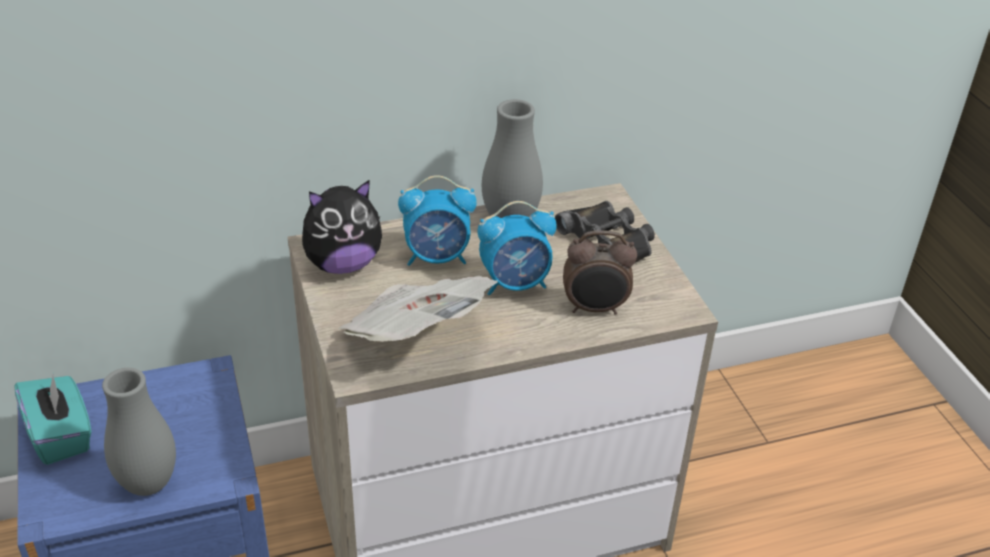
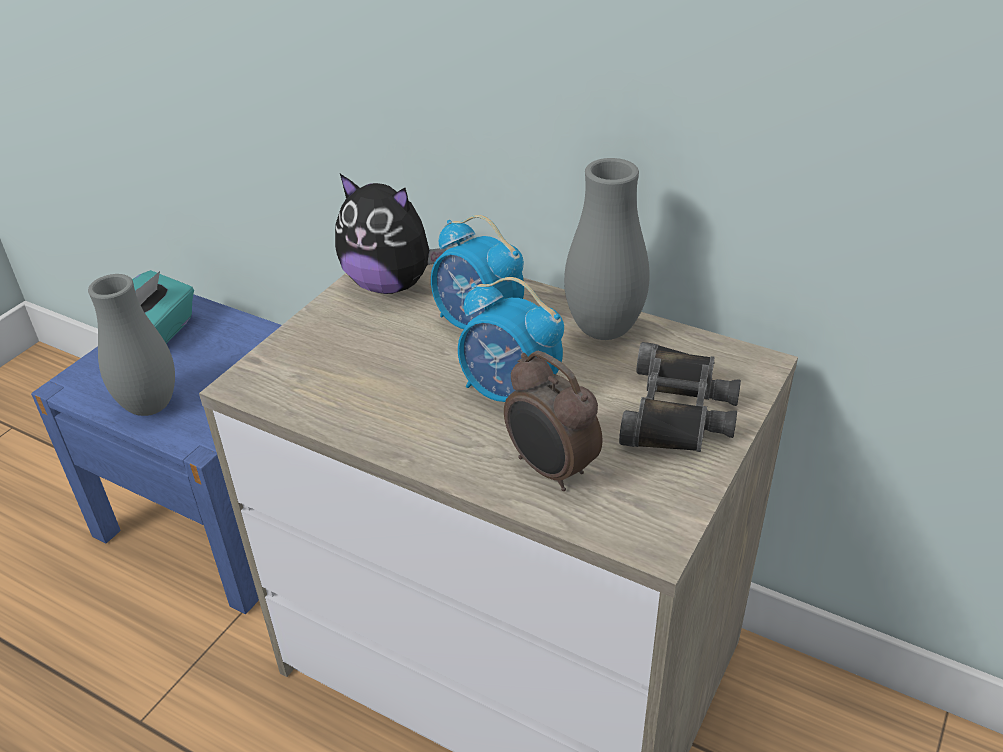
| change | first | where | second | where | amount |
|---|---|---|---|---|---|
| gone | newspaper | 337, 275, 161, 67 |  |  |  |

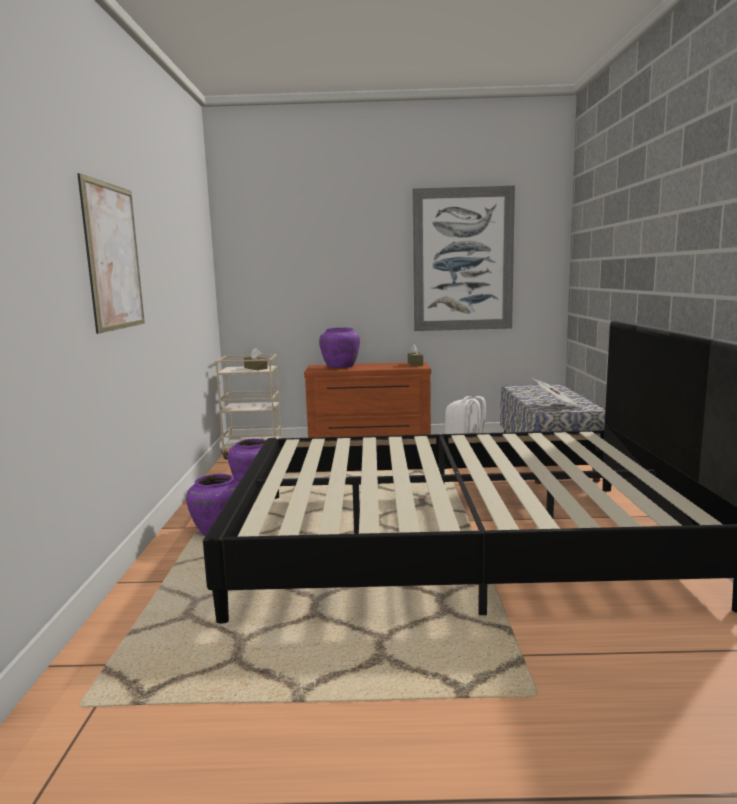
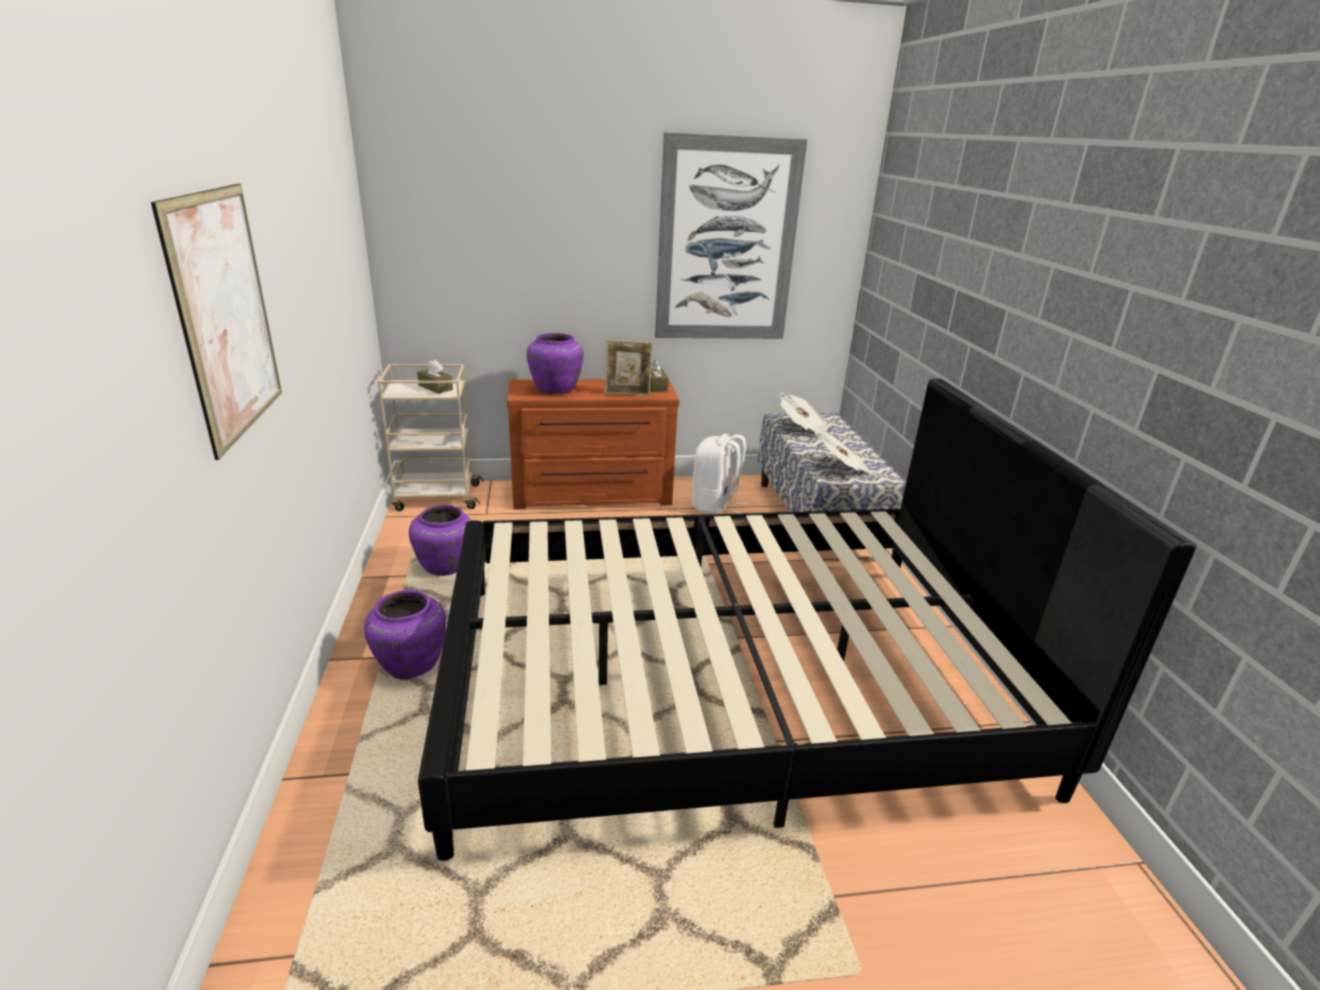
| change | first | where | second | where | amount |
|---|---|---|---|---|---|
| new |  |  | photo frame | 605, 340, 48, 56 |  |
| new |  |  | newspaper | 779, 393, 48, 40 |  |

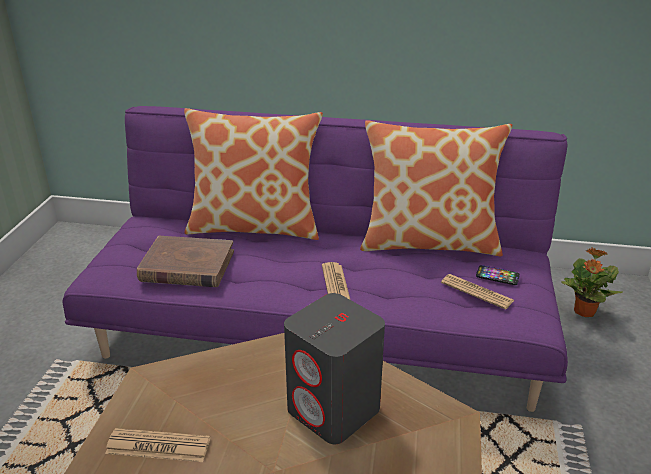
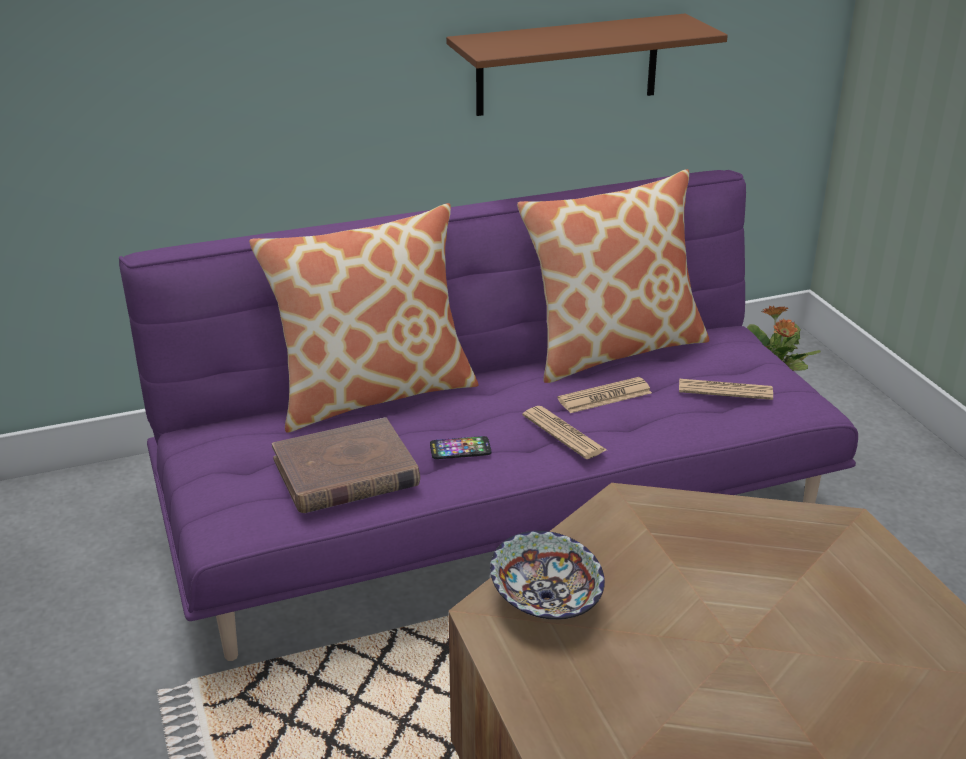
| change | first | where | second | where | amount |
|---|---|---|---|---|---|
| shifted | newspaper | 105, 428, 105, 34 |  | 558, 377, 94, 36 |  |
| gone | gray speaker | 284, 293, 101, 151 |  |  |  |
| shifted | phone | 476, 265, 44, 20 |  | 430, 436, 61, 23 |  |
| new |  |  | brown-coloured shelf | 446, 14, 282, 102 |  |
| new |  |  | bowl | 490, 531, 115, 89 |  |

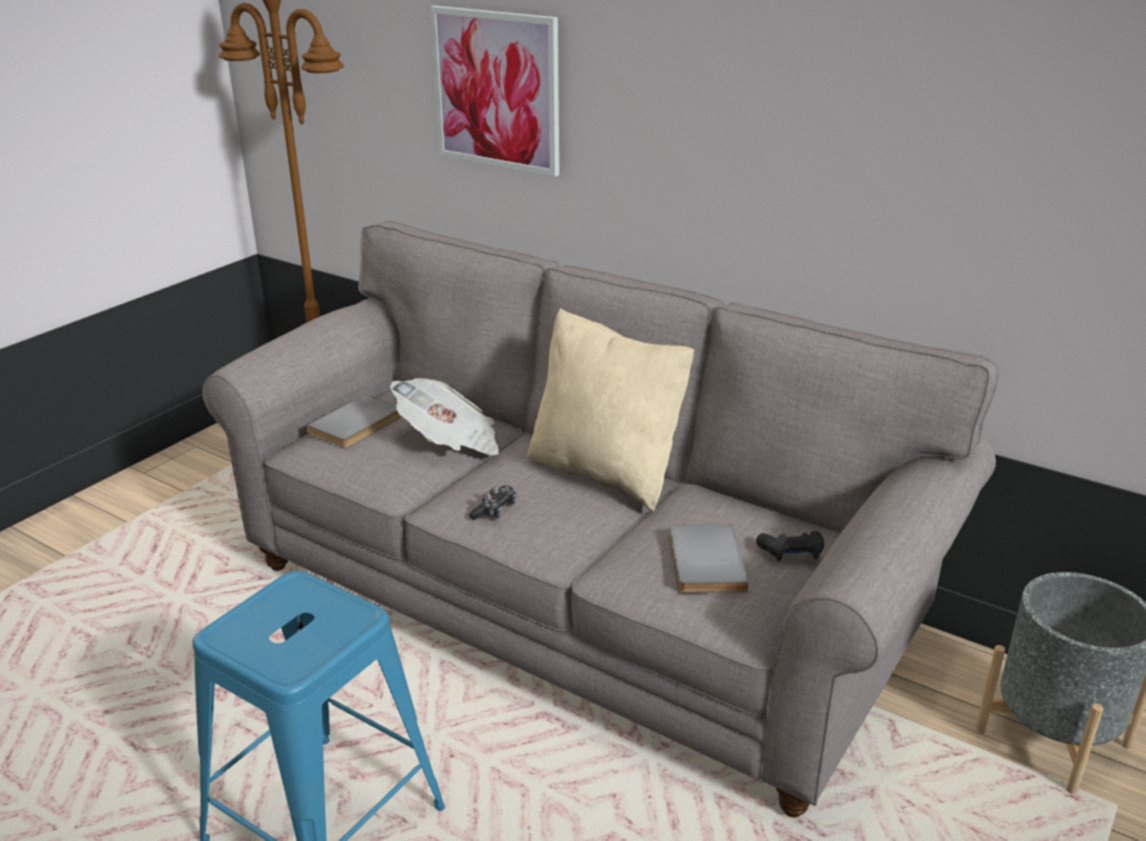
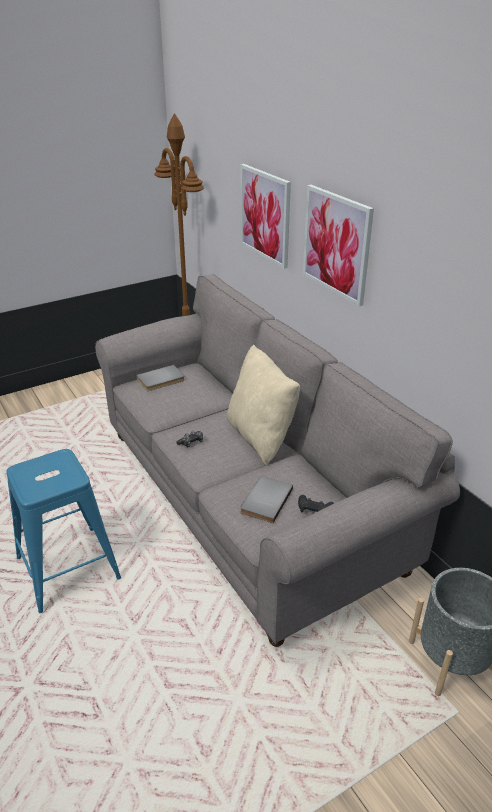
| change | first | where | second | where | amount |
|---|---|---|---|---|---|
| gone | newspaper | 390, 378, 109, 77 |  |  |  |
| new |  |  | picture | 303, 185, 71, 121 |  |

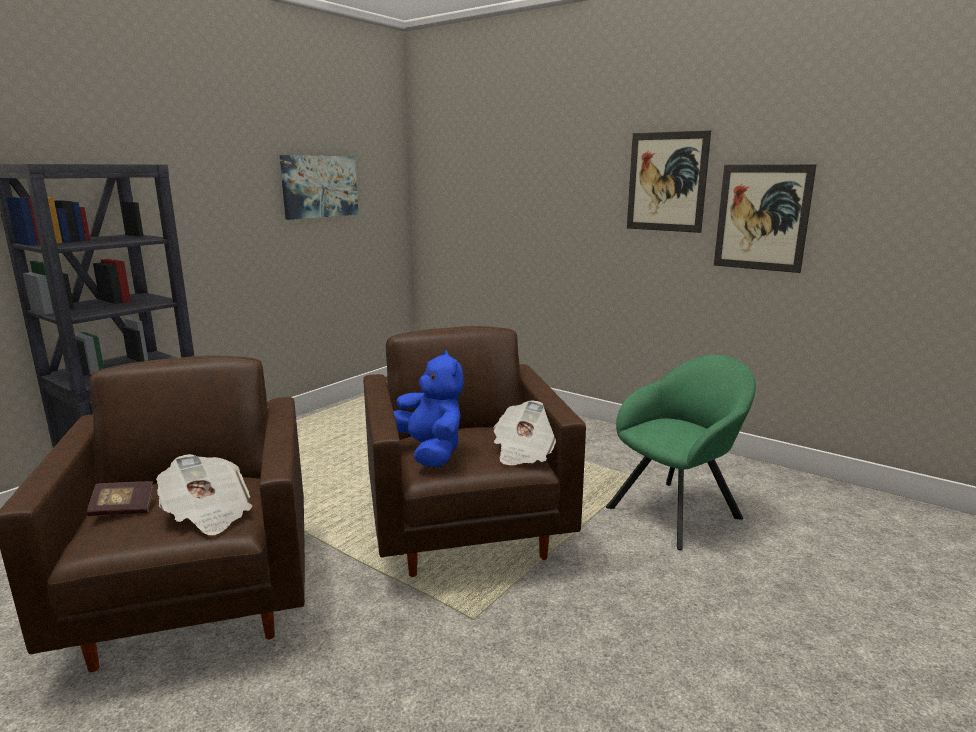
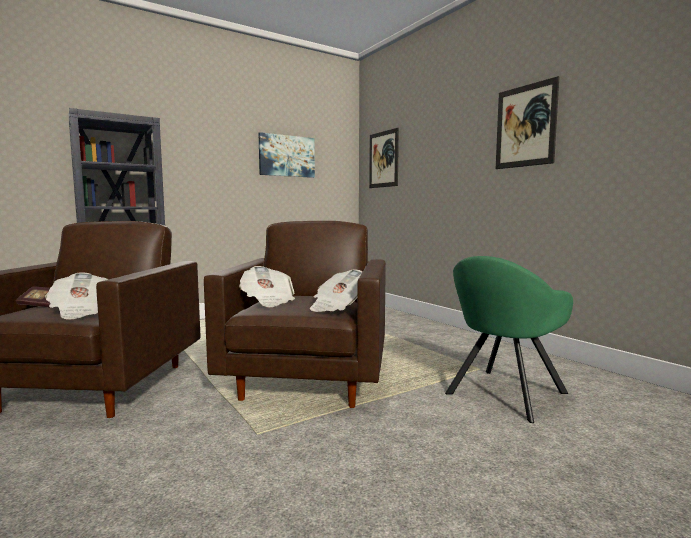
| change | first | where | second | where | amount |
|---|---|---|---|---|---|
| swapped | blue-coloured cuddly toy | 393, 350, 71, 117 | newspaper | 239, 266, 56, 41 |  |
| rotated | greenish armchair | 606, 355, 150, 195 |  | 445, 256, 128, 167 | 150 degrees clockwise |
| shifted | picture | 714, 164, 103, 109 |  | 369, 128, 30, 60 |  |

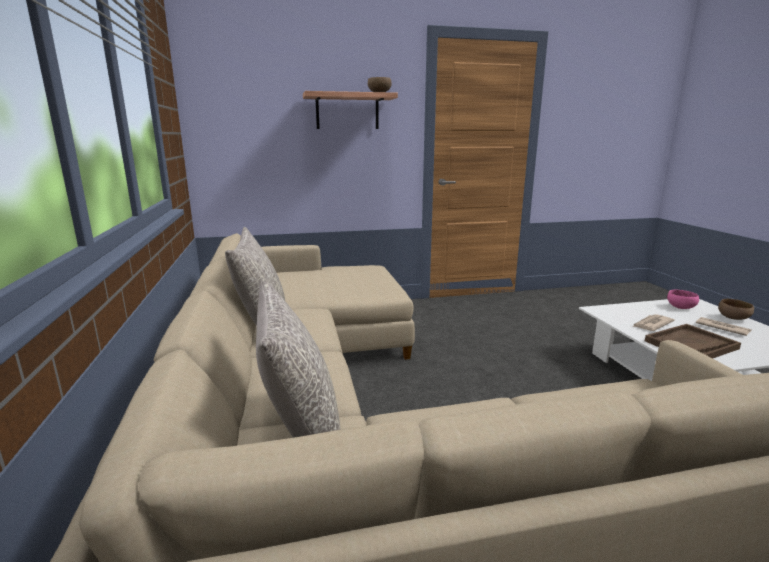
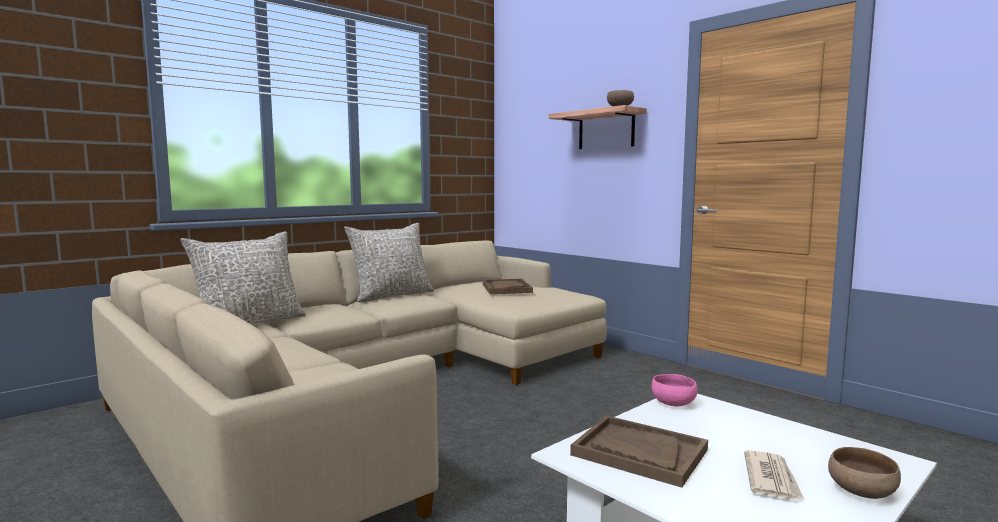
| change | first | where | second | where | amount |
|---|---|---|---|---|---|
| gone | newspaper | 632, 314, 43, 17 |  |  |  |
| shifted | pink bowl | 667, 290, 32, 19 |  | 652, 374, 46, 32 |  |
| new |  |  | brown-coloured tray | 483, 279, 50, 15 |  |

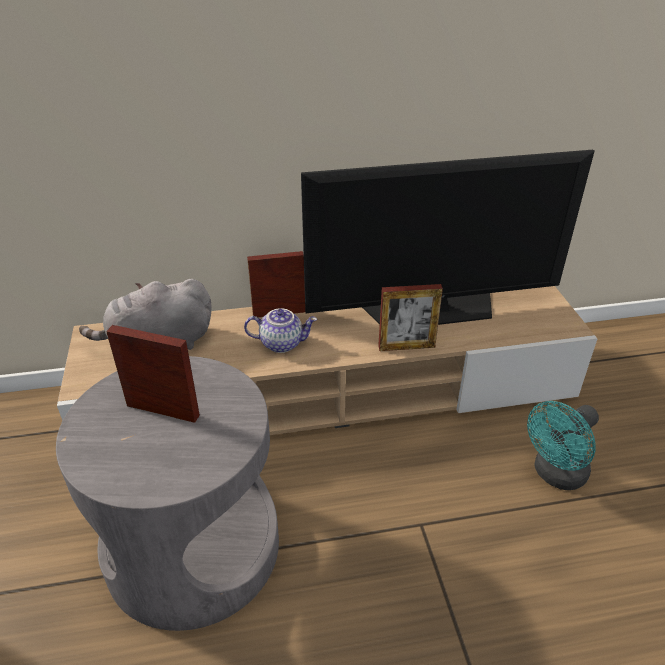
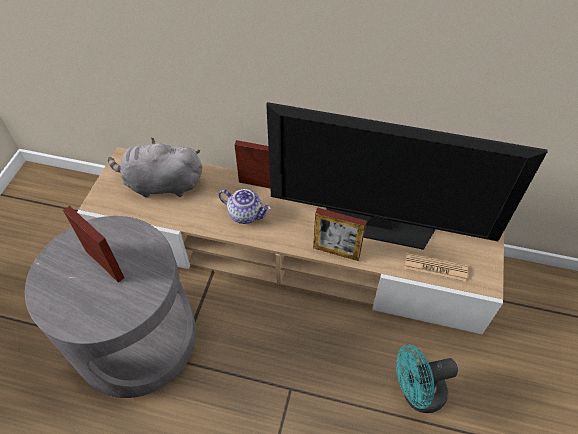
| change | first | where | second | where | amount |
|---|---|---|---|---|---|
| new |  |  | newspaper | 404, 253, 64, 29 |  |

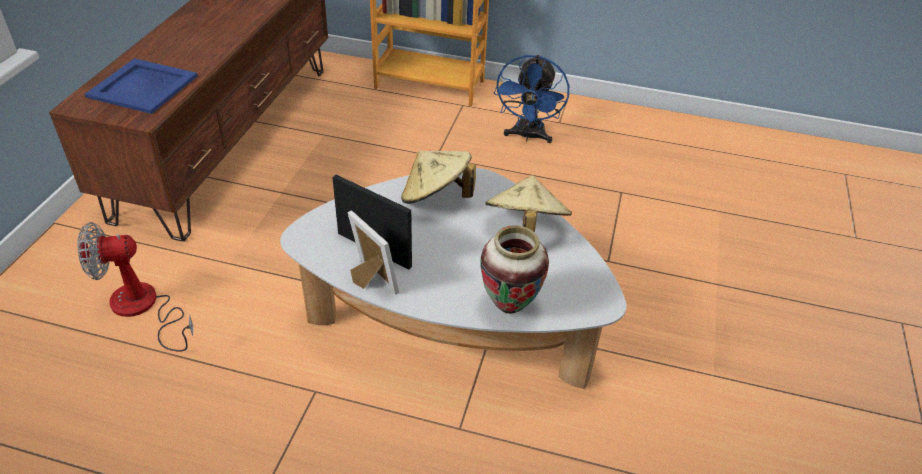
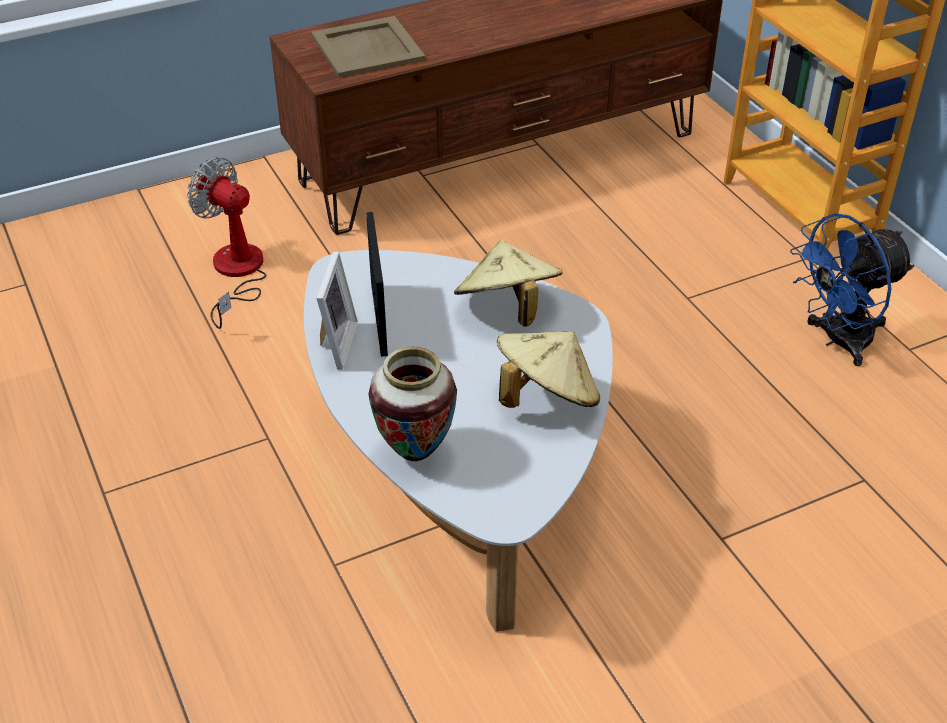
| change | first | where | second | where | amount |
|---|---|---|---|---|---|
| repainted | blue-coloured tray | 85, 58, 113, 56 | beige tray | 311, 16, 114, 61 |  |

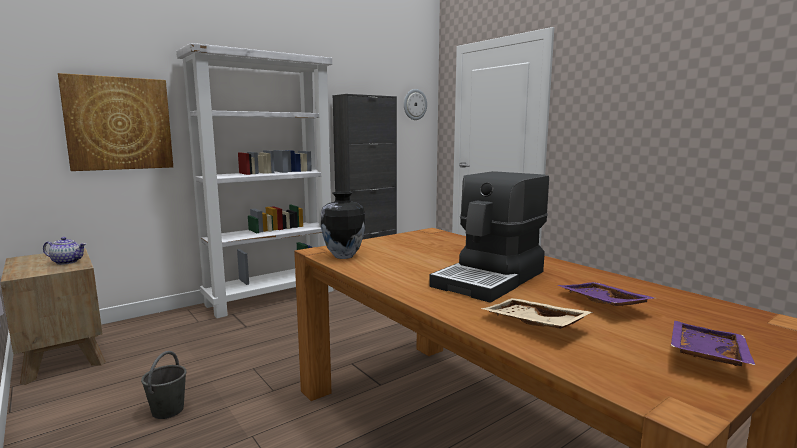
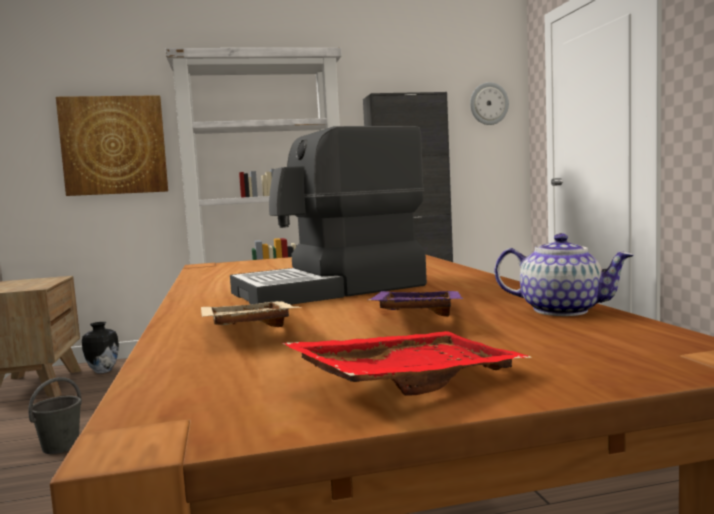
| change | first | where | second | where | amount |
|---|---|---|---|---|---|
| shifted | tea pot | 43, 237, 43, 28 |  | 494, 233, 140, 83 |  |
| shifted | vase | 321, 191, 44, 68 |  | 82, 322, 37, 52 |  |
| repainted | purplish tray | 671, 321, 84, 45 | red tray | 282, 331, 250, 65 |  |

